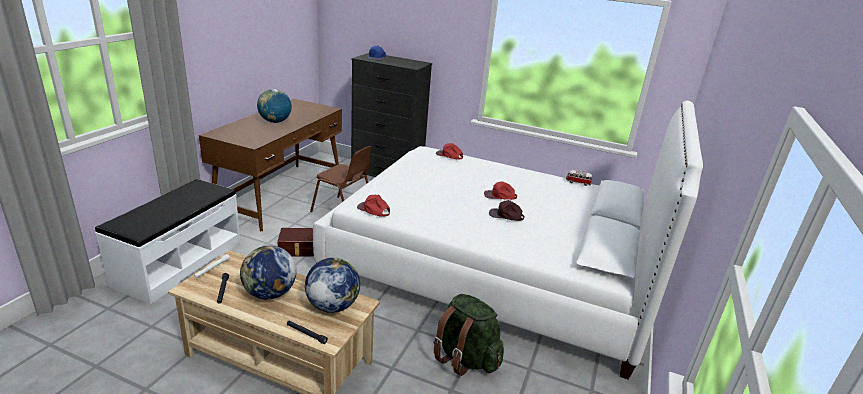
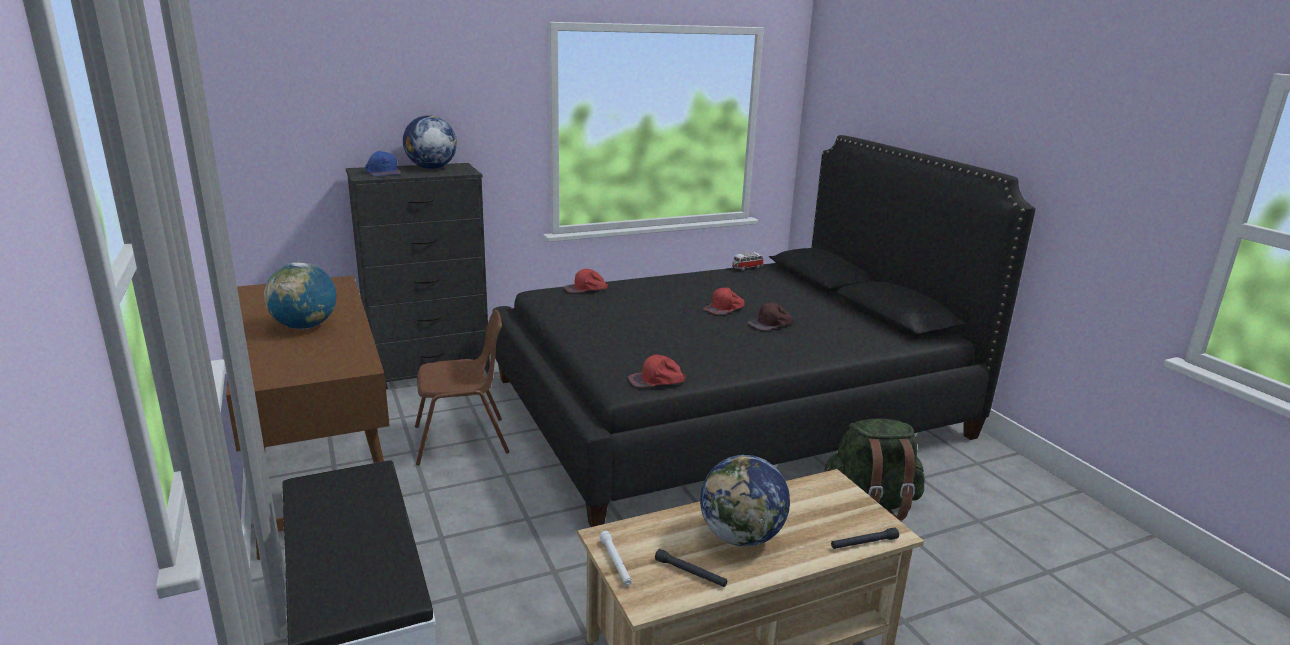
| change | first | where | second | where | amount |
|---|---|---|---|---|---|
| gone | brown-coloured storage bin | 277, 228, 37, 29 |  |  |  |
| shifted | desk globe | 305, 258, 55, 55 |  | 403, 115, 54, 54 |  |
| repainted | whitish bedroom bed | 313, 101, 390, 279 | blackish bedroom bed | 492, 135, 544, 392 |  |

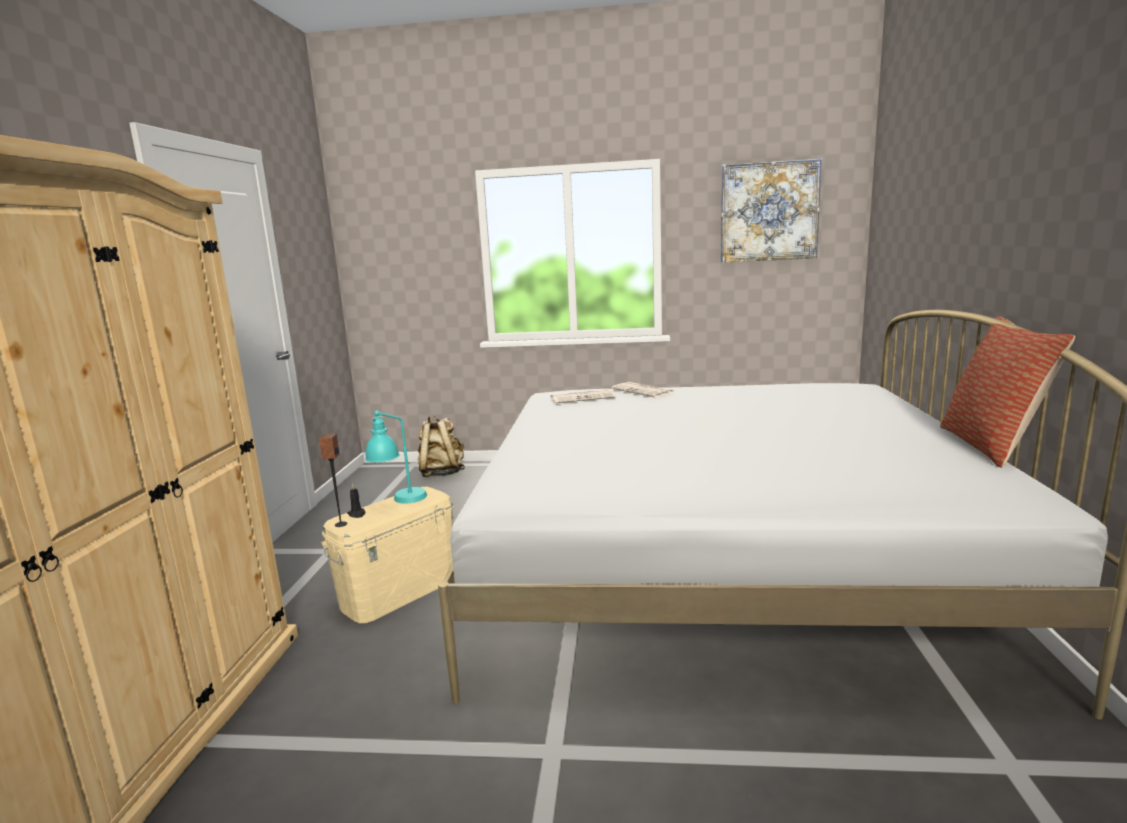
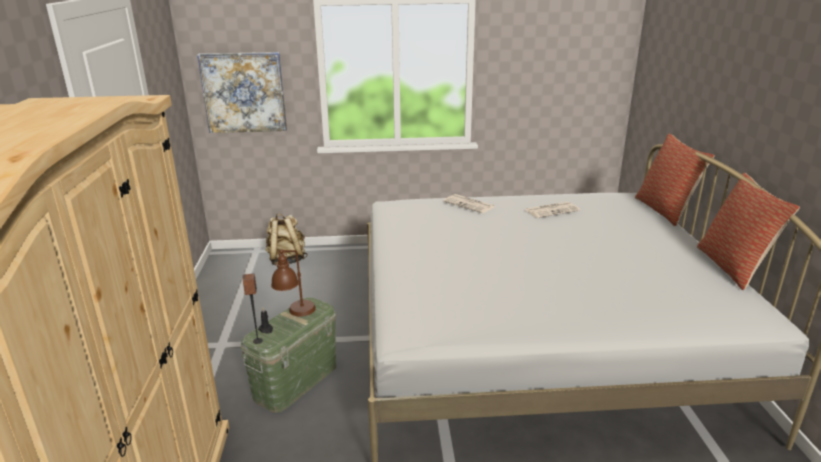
| change | first | where | second | where | amount |
|---|---|---|---|---|---|
| repainted | beige storage bin | 321, 487, 133, 136 | greenish storage bin | 241, 297, 95, 116 |  |
| repainted | blue-green lamp for a table | 365, 410, 62, 93 | brown-coloured lamp for a table | 271, 249, 45, 67 |  |
| shifted | newspaper | 551, 389, 65, 14 |  | 525, 202, 55, 16 |  |
| shifted | picture | 720, 158, 102, 105 |  | 197, 52, 90, 81 |  |
| new |  |  | cushion | 635, 133, 80, 93 |  |

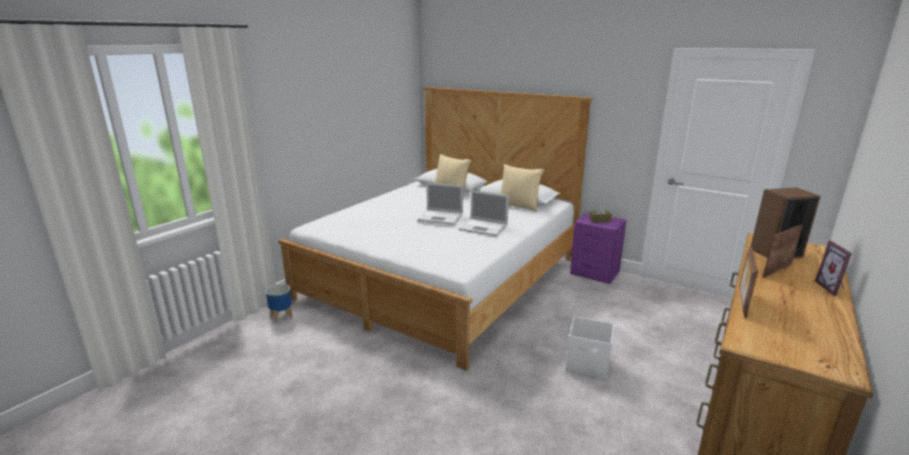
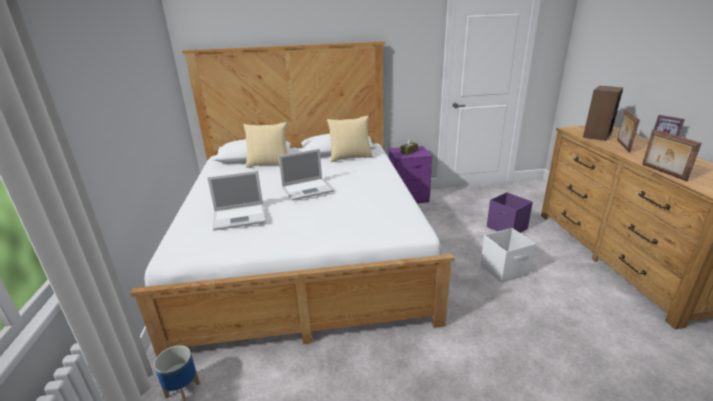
| change | first | where | second | where | amount |
|---|---|---|---|---|---|
| shifted | portable computer | 458, 190, 51, 46 |  | 207, 171, 59, 59 |  |
| new |  |  | purplish storage bin | 487, 192, 46, 41 |  |

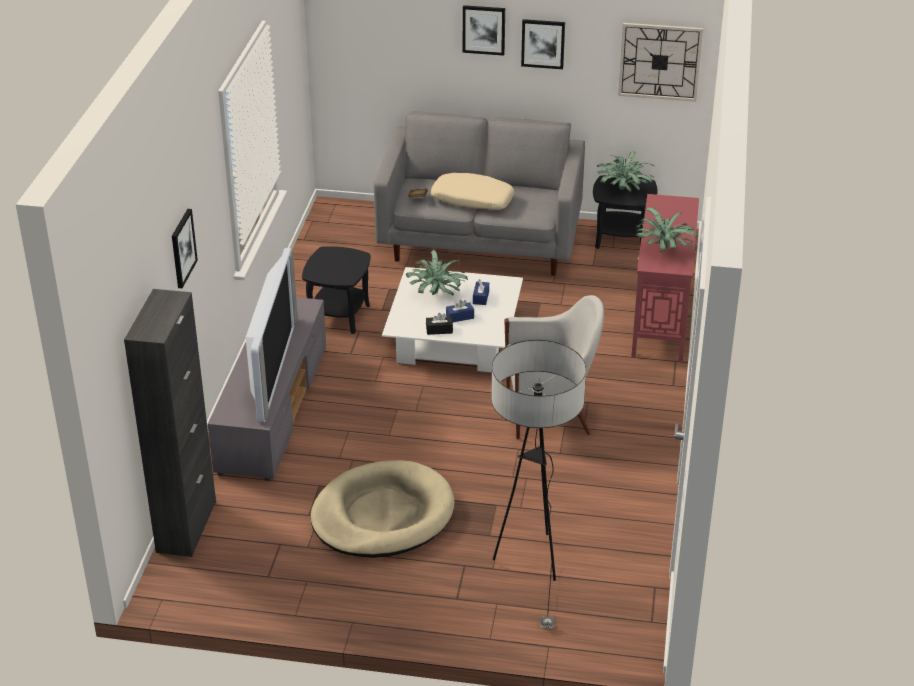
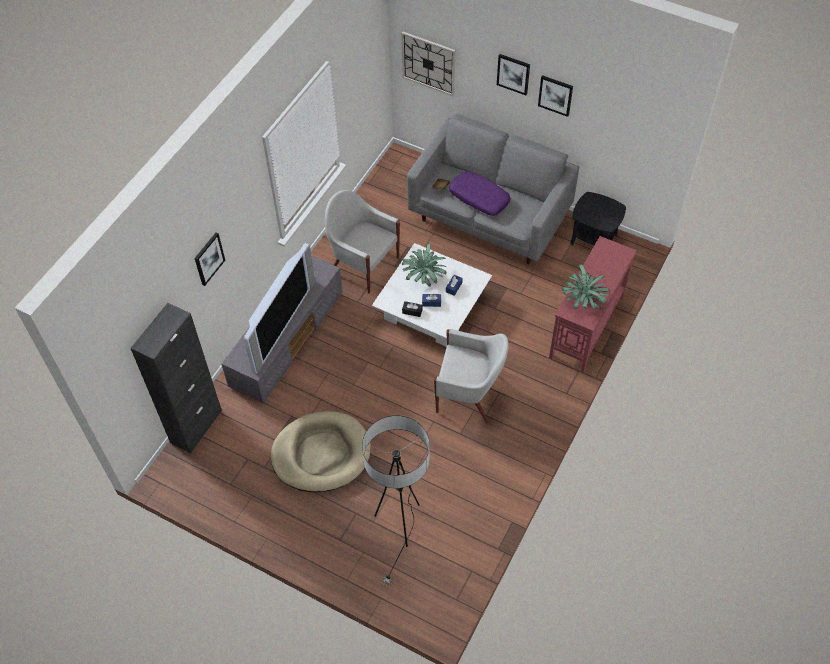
| change | first | where | second | where | amount |
|---|---|---|---|---|---|
| swapped | blackish end table | 302, 246, 69, 88 | whitish armchair | 325, 190, 75, 103 |  |
| repainted | beige cushion | 431, 173, 83, 37 | purplish cushion | 449, 172, 62, 44 |  |
| gone | houseplant | 597, 151, 57, 41 |  |  |  |
| shifted | clock on the wall | 618, 23, 85, 79 |  | 401, 31, 54, 65 |  |

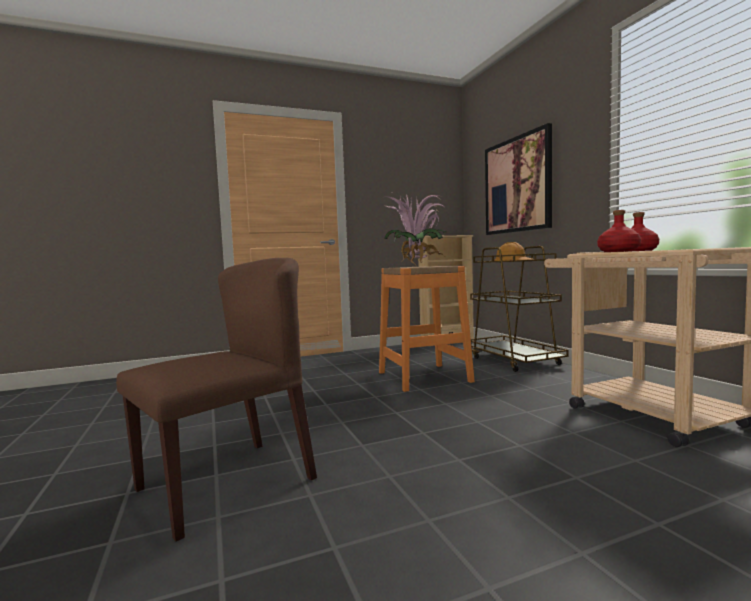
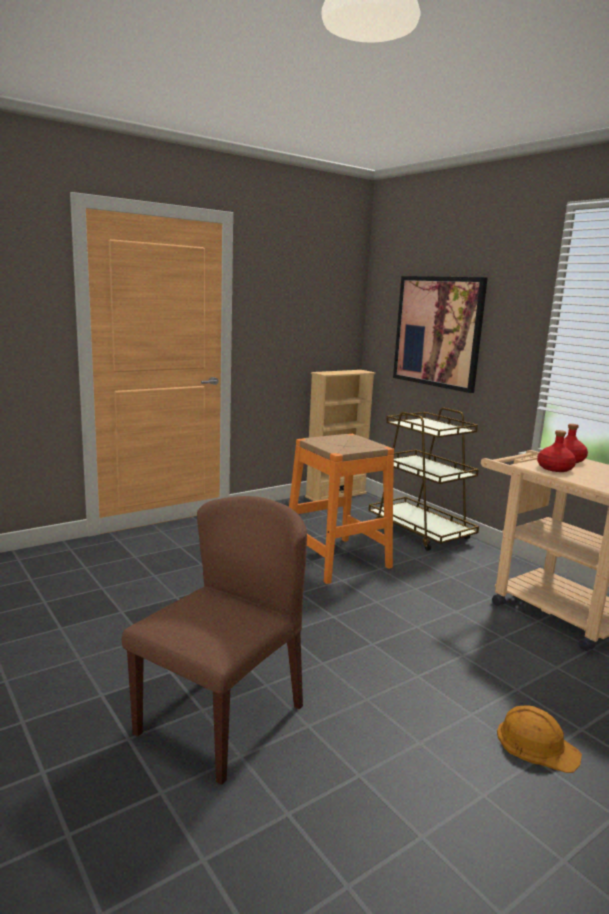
| change | first | where | second | where | amount |
|---|---|---|---|---|---|
| gone | houseplant | 384, 194, 62, 70 |  |  |  |
| shifted | orangey safety helmet | 494, 242, 40, 19 |  | 497, 705, 85, 68 |  |

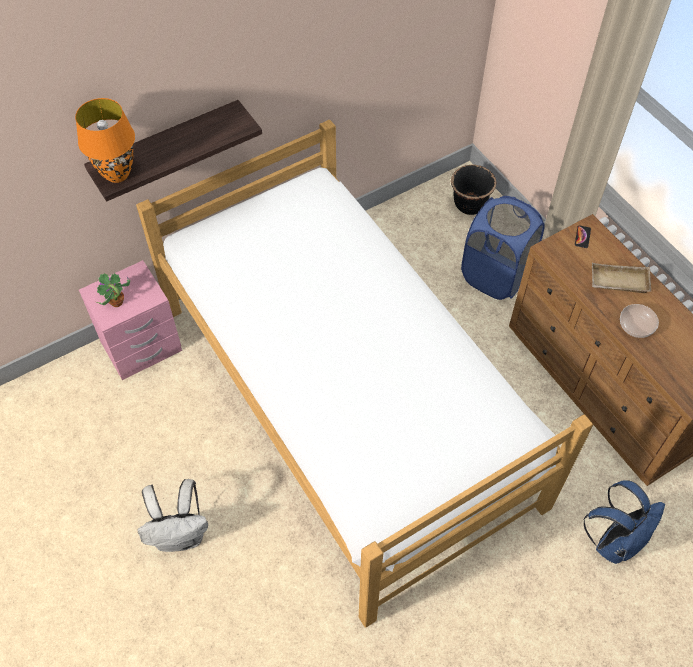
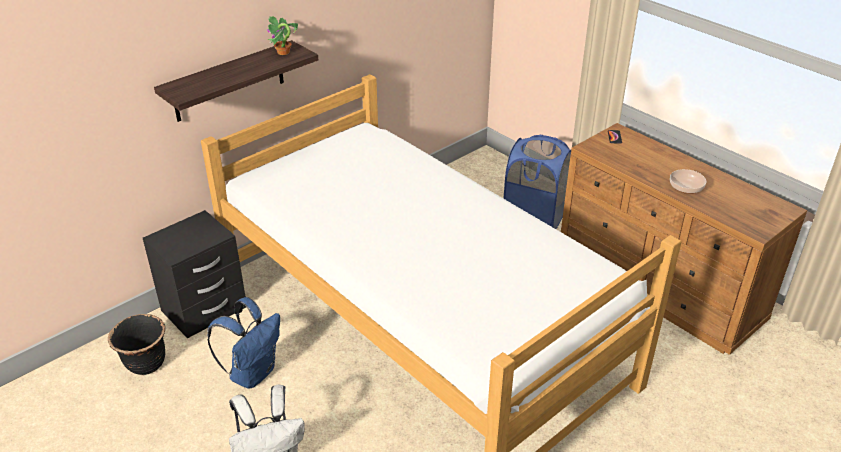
| change | first | where | second | where | amount |
|---|---|---|---|---|---|
| gone | orangey lamp for a table | 75, 98, 60, 85 |  |  |  |
| repainted | pink night table | 79, 260, 103, 120 | blackish night table | 143, 210, 103, 129 |  |
| shifted | houseplant | 97, 273, 33, 34 |  | 267, 16, 31, 39 |  |
| shifted | blackish planter | 451, 165, 45, 50 |  | 108, 314, 57, 61 |  |
| shifted | blue-coloured knapsack | 584, 480, 81, 84 |  | 207, 297, 73, 92 |  |
| gone | beige tray | 592, 263, 60, 30 |  |  |  |

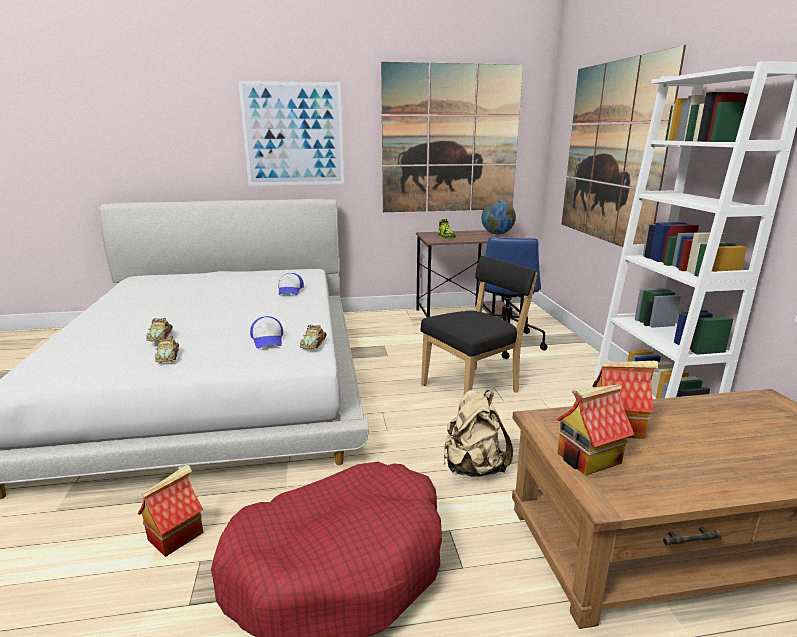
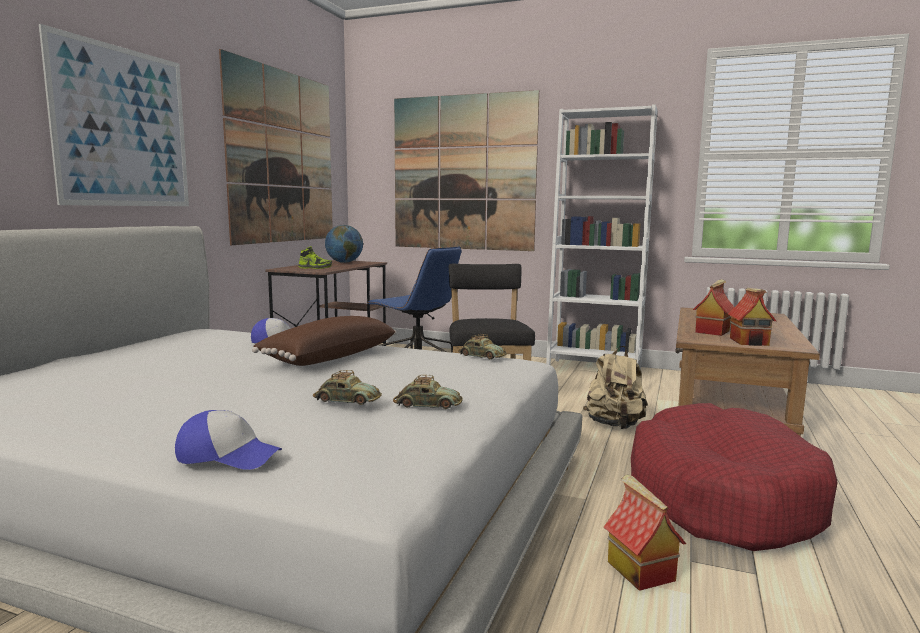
| change | first | where | second | where | amount |
|---|---|---|---|---|---|
| shifted | baseball cap | 250, 316, 33, 33 |  | 175, 410, 107, 60 |  |
| new |  |  | brown-coloured cushion | 252, 316, 145, 50 |  |

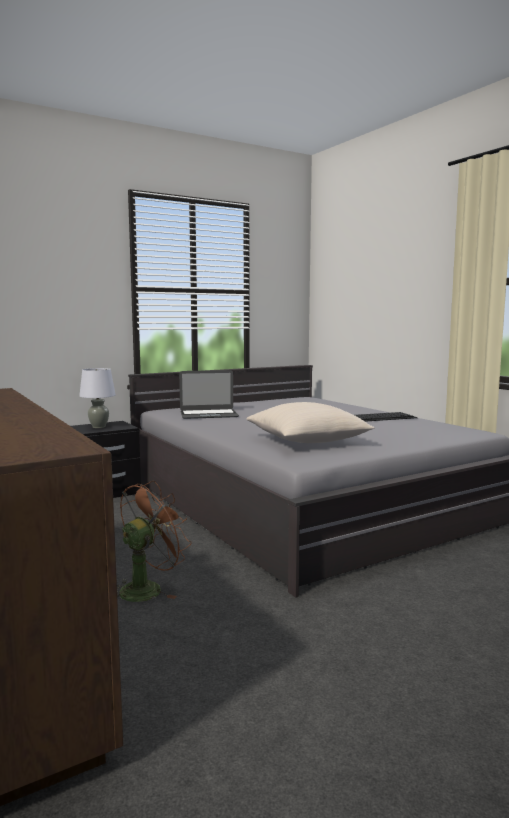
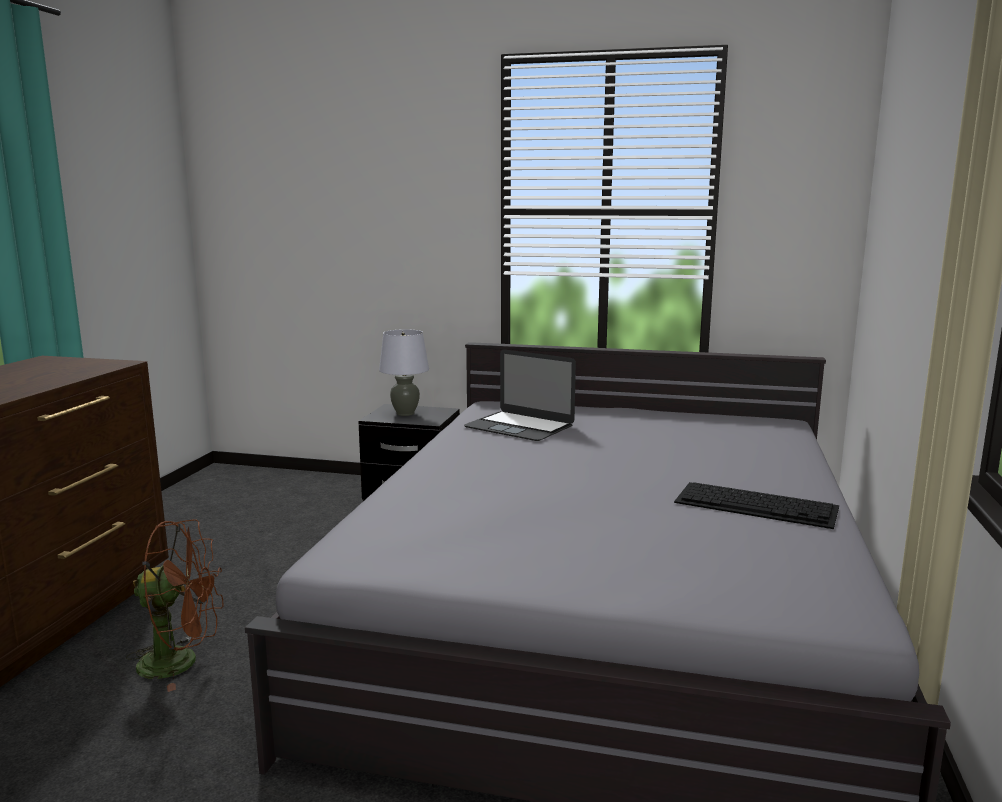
| change | first | where | second | where | amount |
|---|---|---|---|---|---|
| gone | beige cushion | 246, 402, 129, 41 |  |  |  |

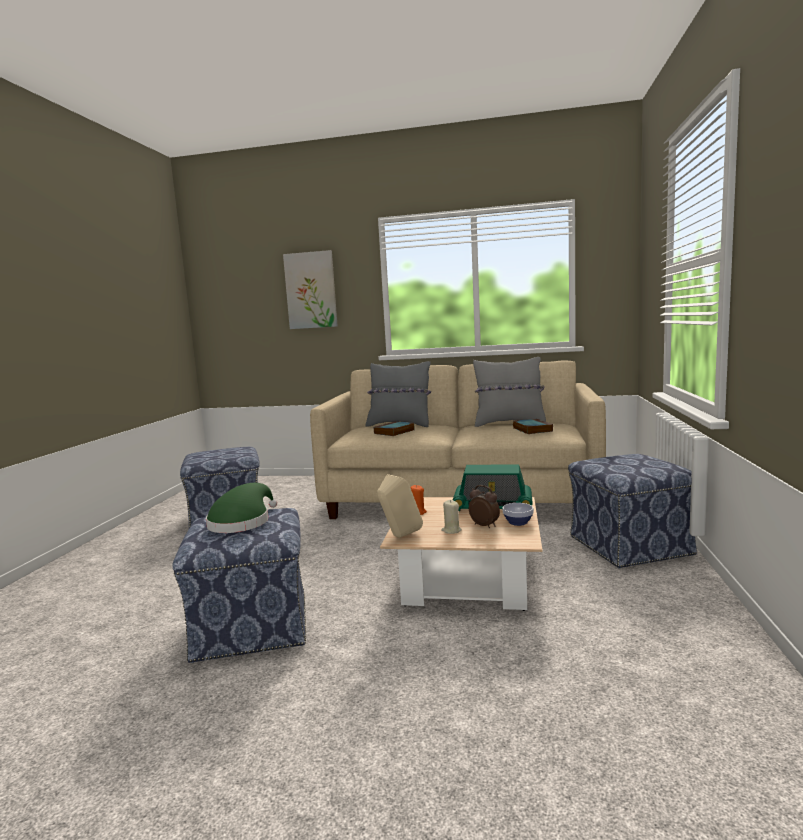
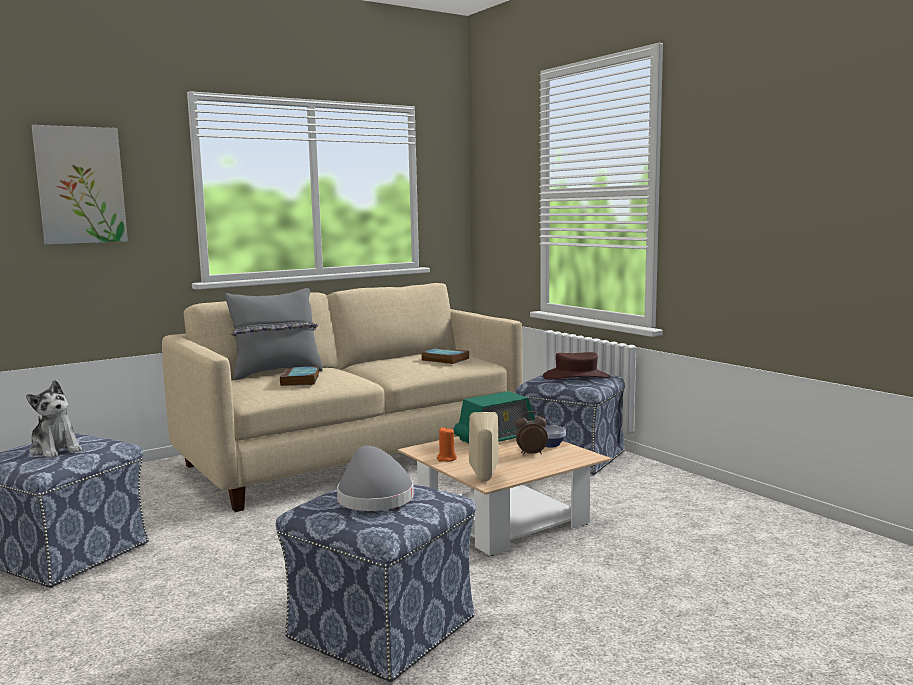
| change | first | where | second | where | amount |
|---|---|---|---|---|---|
| repainted | greenish clothing hat | 206, 483, 71, 50 | gray clothing hat | 337, 446, 77, 65 |  |
| gone | beige wax candle | 441, 500, 21, 34 |  |  |  |
| gone | gray cushion | 473, 357, 73, 70 |  |  |  |
| new |  |  | cuddly toy | 26, 380, 56, 78 |  |
| new |  |  | brown-coloured clothing hat | 543, 352, 67, 28 |  |

